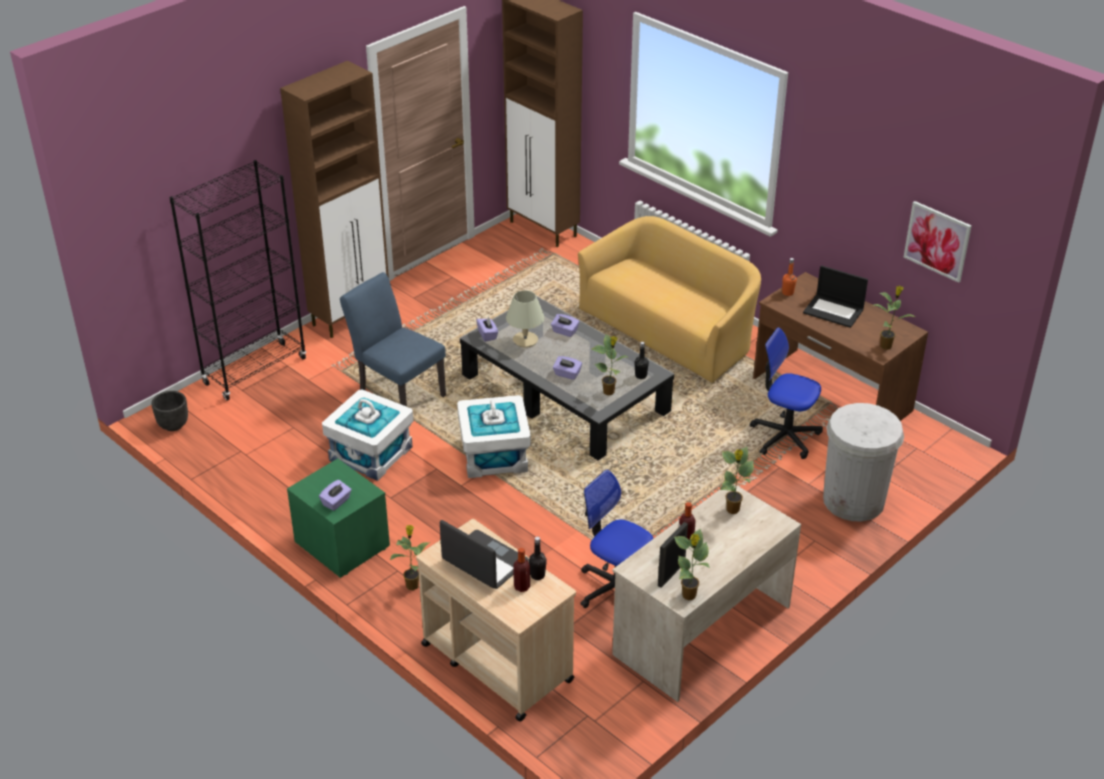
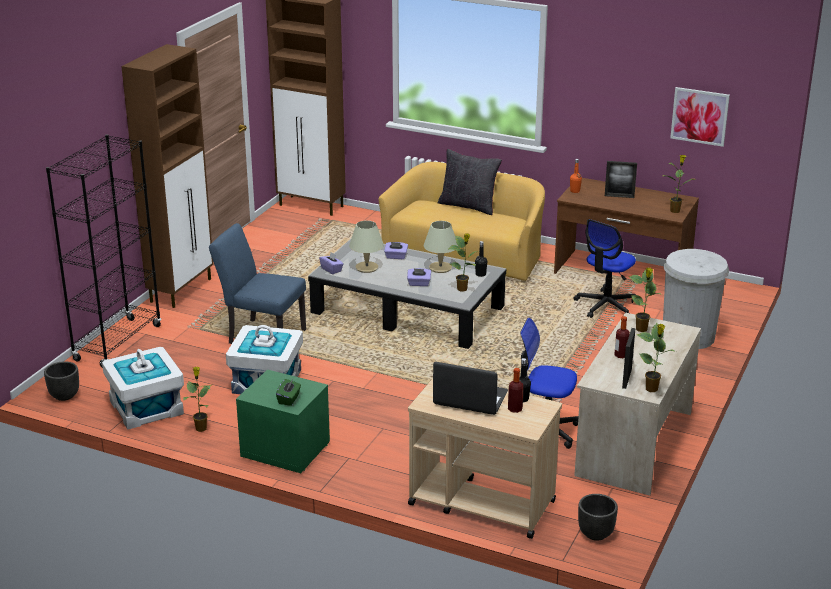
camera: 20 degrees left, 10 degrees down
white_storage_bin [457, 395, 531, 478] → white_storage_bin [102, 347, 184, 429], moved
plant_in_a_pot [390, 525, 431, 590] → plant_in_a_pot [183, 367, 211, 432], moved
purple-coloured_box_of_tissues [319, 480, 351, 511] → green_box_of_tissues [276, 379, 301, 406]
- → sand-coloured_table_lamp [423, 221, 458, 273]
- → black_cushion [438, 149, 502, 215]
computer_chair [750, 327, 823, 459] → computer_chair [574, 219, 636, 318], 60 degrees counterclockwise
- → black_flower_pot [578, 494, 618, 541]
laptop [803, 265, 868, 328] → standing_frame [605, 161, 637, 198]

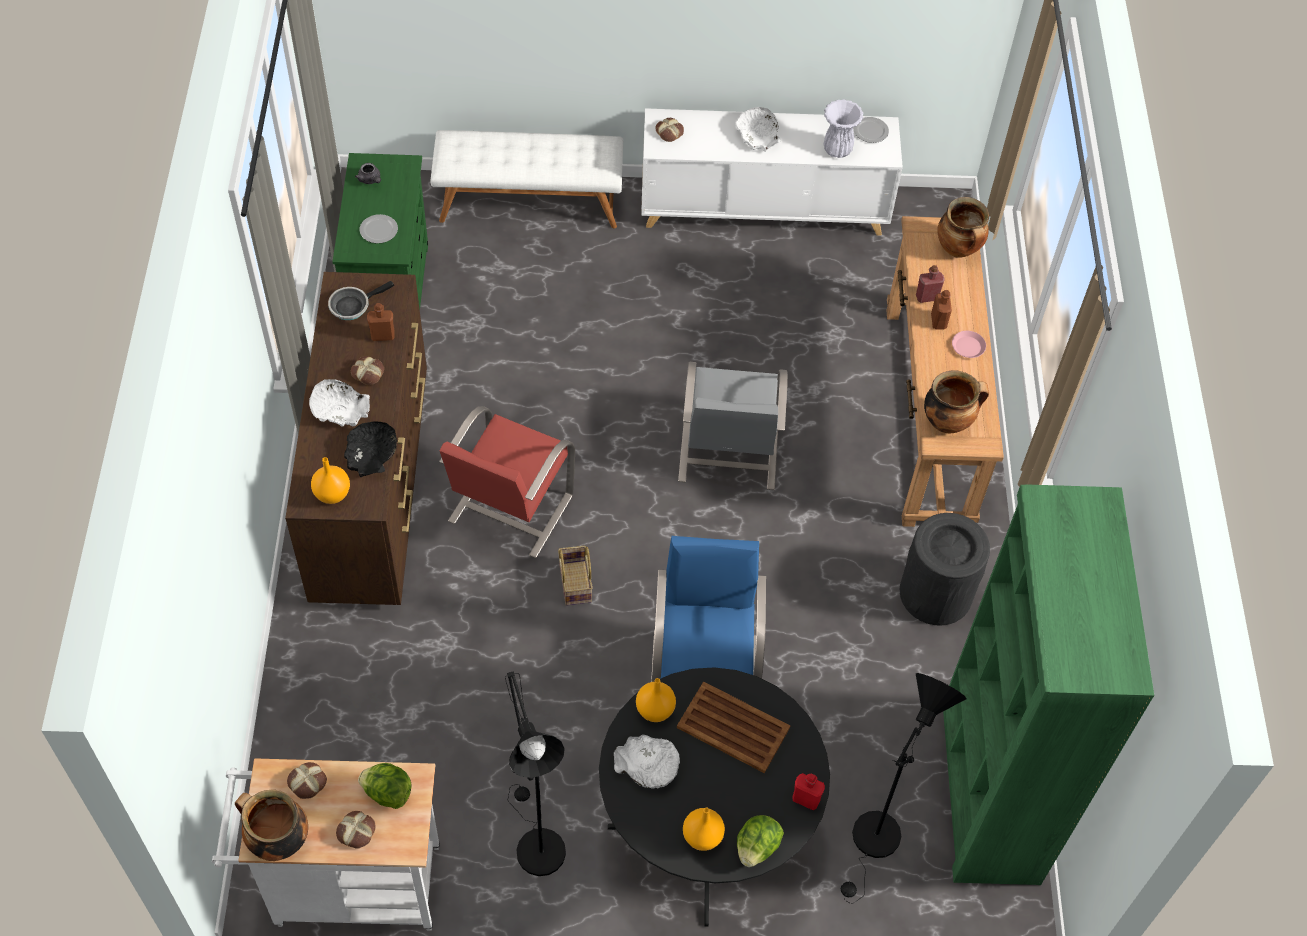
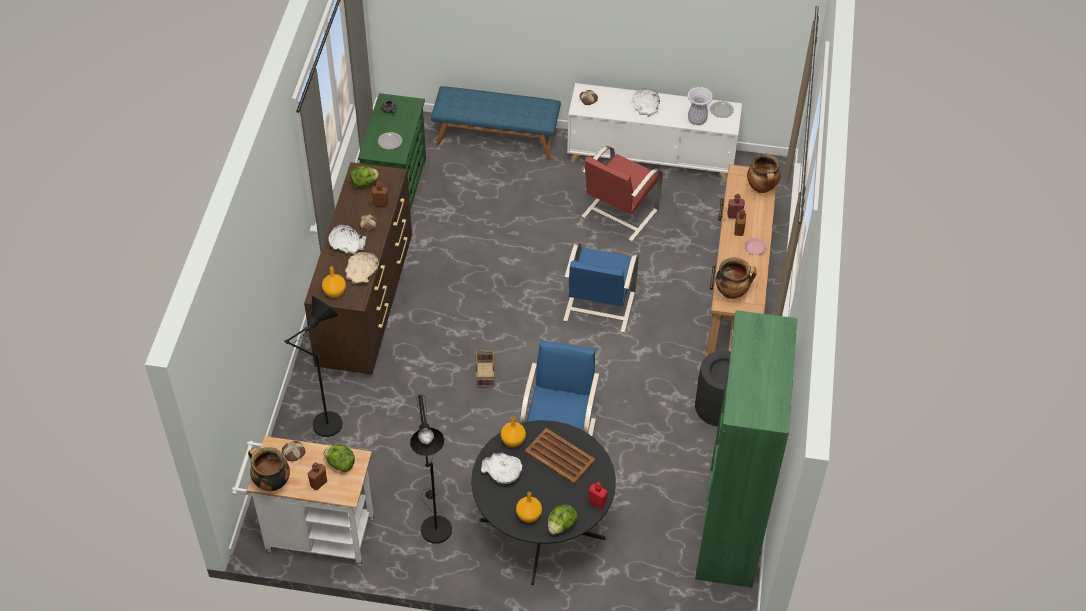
camera: 10 degrees right, 5 degrees down
black_standing_lamp [841, 673, 966, 904] → black_standing_lamp [285, 296, 343, 439], moved
baked_bread [336, 811, 376, 849] → brown_beverage_bottle [308, 462, 327, 490]
black_serving_bowl [344, 421, 397, 477] → sand-coloured_serving_bowl [345, 252, 379, 284]
frying_pan [328, 281, 394, 320] → lettuce_head [350, 166, 379, 188]
white_long_seat [430, 130, 623, 228] → bluish_long_seat [431, 86, 561, 160]
grey_chair [678, 362, 788, 490] → bluish_chair [563, 242, 639, 333]
red_chair [439, 406, 575, 558] → red_chair [581, 146, 663, 242], moved

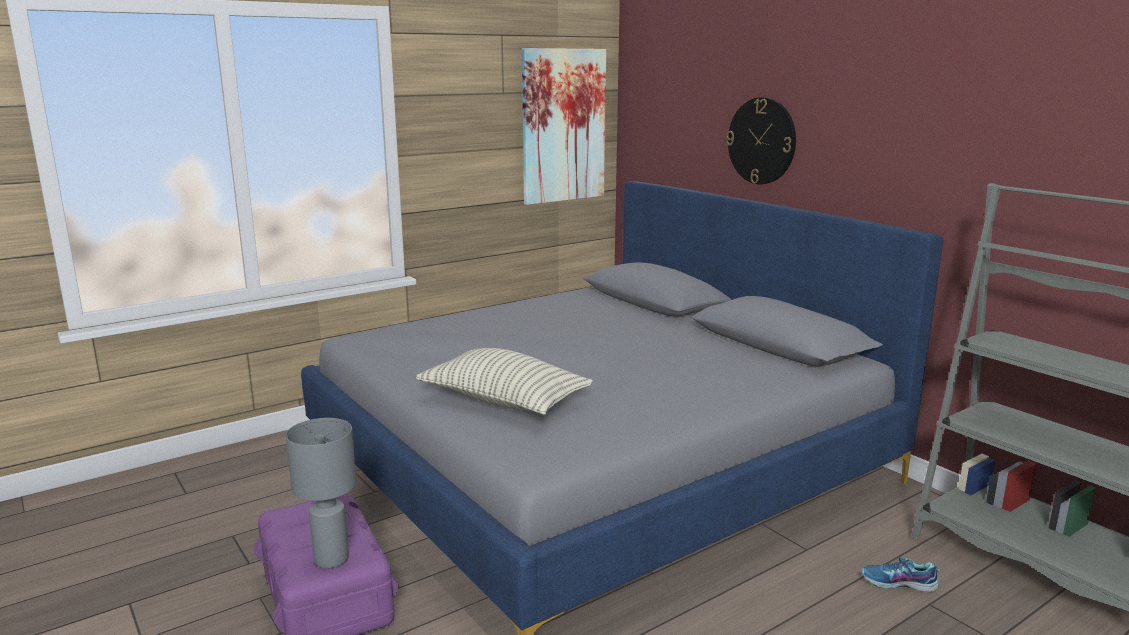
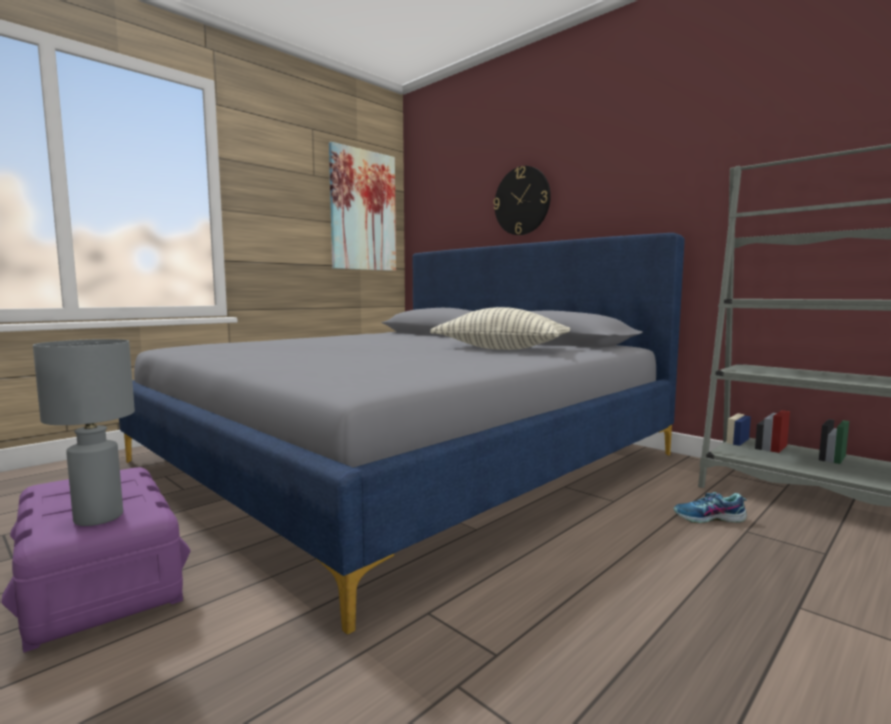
camera: 10 degrees left, 10 degrees down
cushion [416, 348, 593, 415] → cushion [430, 307, 570, 350], moved

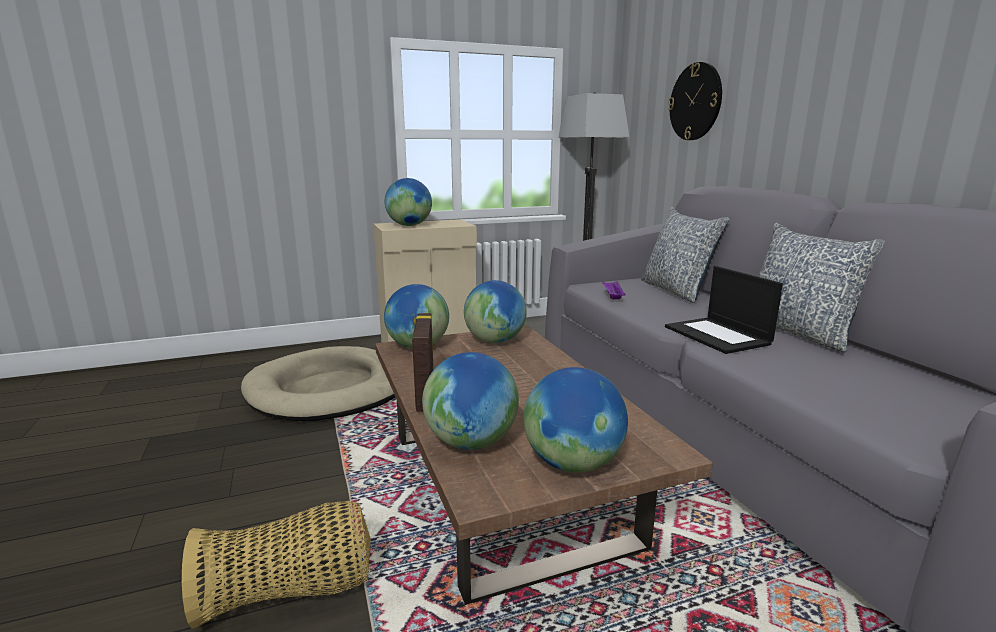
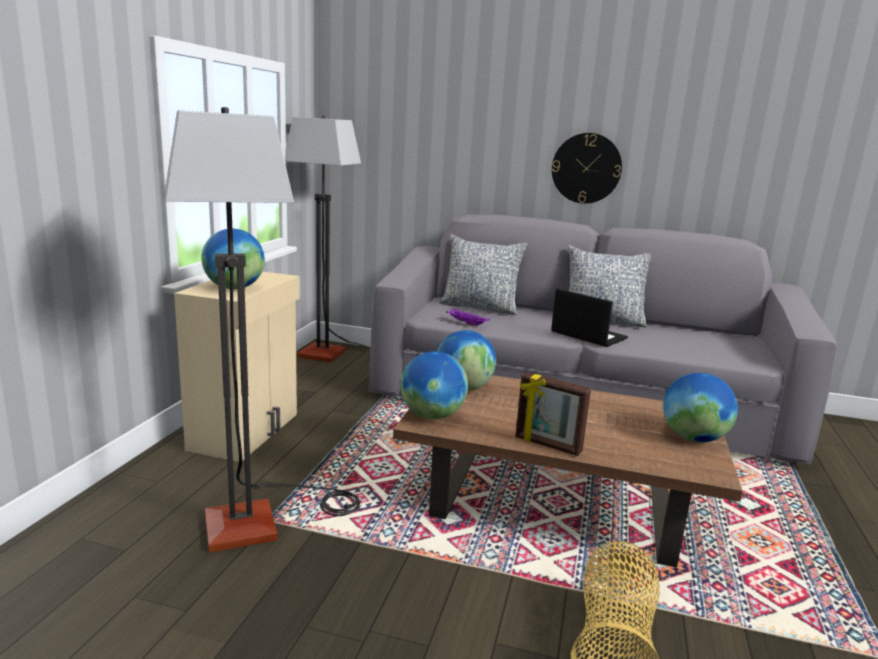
camera: 55 degrees left, 0 degrees up
sand-coloured_dog_cushion [241, 346, 395, 421] → standing_lamp [165, 107, 360, 553]
laptop [665, 266, 783, 354] → laptop [551, 288, 628, 347], 150 degrees counterclockwise
clock_on_the_wall [668, 62, 722, 140] → clock_on_the_wall [552, 133, 622, 204], moved
desk_globe [422, 352, 519, 450] → -

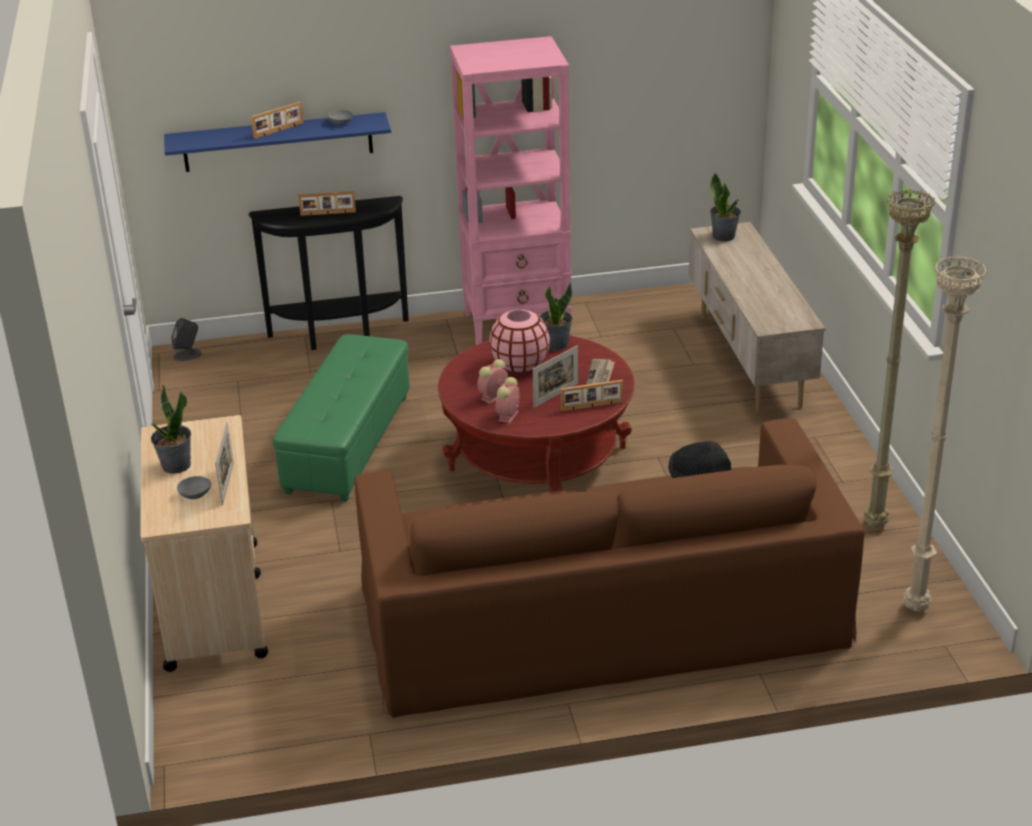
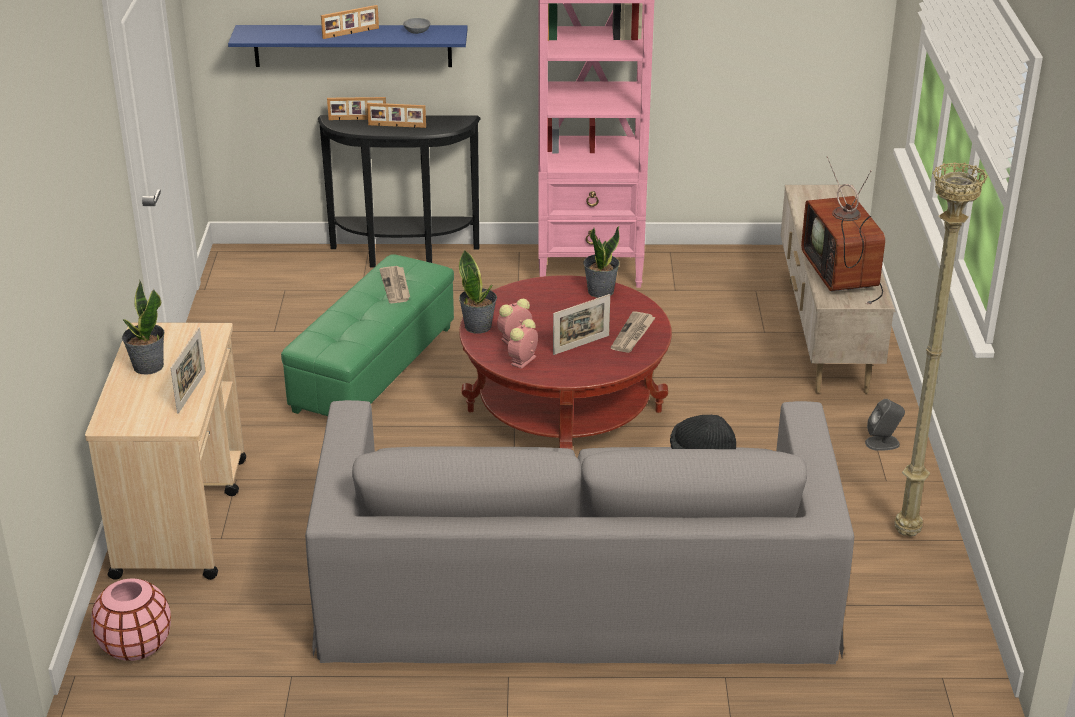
camera: 10 degrees right, 0 degrees up
pink-coloured_vase [489, 309, 550, 372] → pink-coloured_vase [91, 578, 171, 661], moved
brown_sofa [354, 418, 865, 718] → grey_sofa [305, 400, 854, 664]
standing_frame [561, 380, 623, 411] → standing_frame [327, 97, 386, 121], moved
- → daily_paper [379, 266, 410, 303]
plant_in_a_pot [710, 172, 741, 241] → plant_in_a_pot [459, 249, 497, 334], moved
- → TV [801, 156, 885, 305]
grey_loudspeaker [171, 318, 201, 361] → grey_loudspeaker [865, 399, 905, 451], moved
grey_serving_bowl [177, 476, 211, 499] → -
sand-coloured_standing_lamp [904, 255, 987, 612] → -

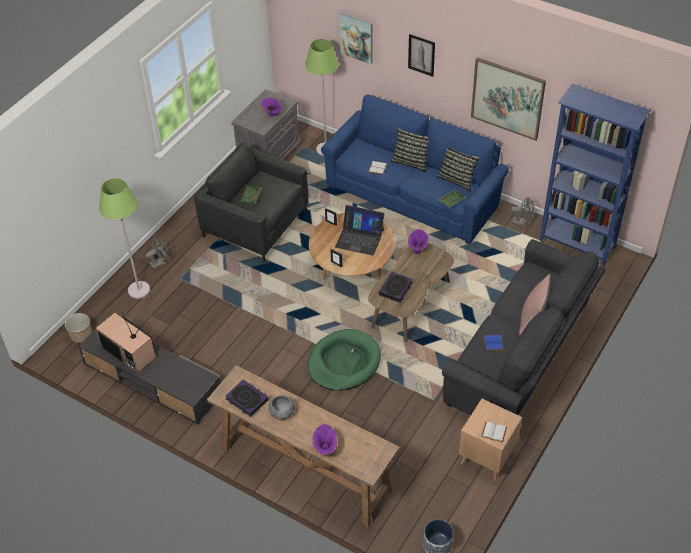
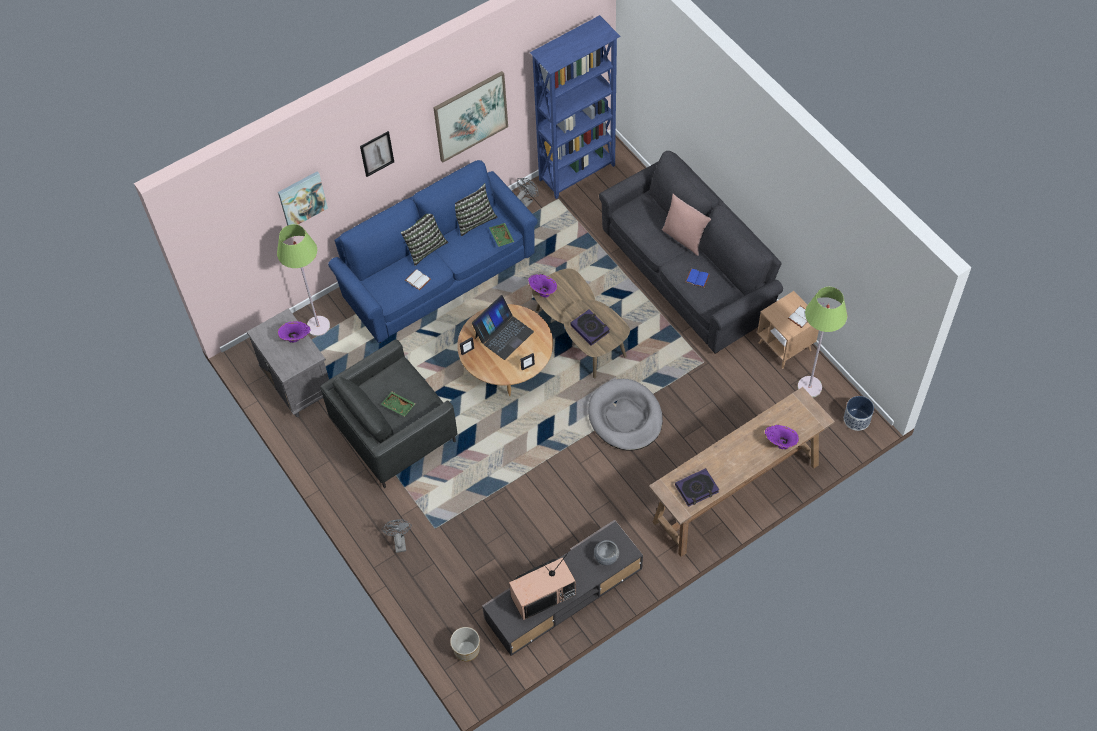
camera: 65 degrees left, 10 degrees up
green_dog_cushion [308, 329, 381, 391] → grey_dog_cushion [588, 379, 663, 451]
grey_serving_bowl [269, 395, 294, 420] → grey_serving_bowl [594, 540, 619, 565], moved
green_standing_lamp [99, 178, 150, 299] → green_standing_lamp [797, 287, 847, 398], moved

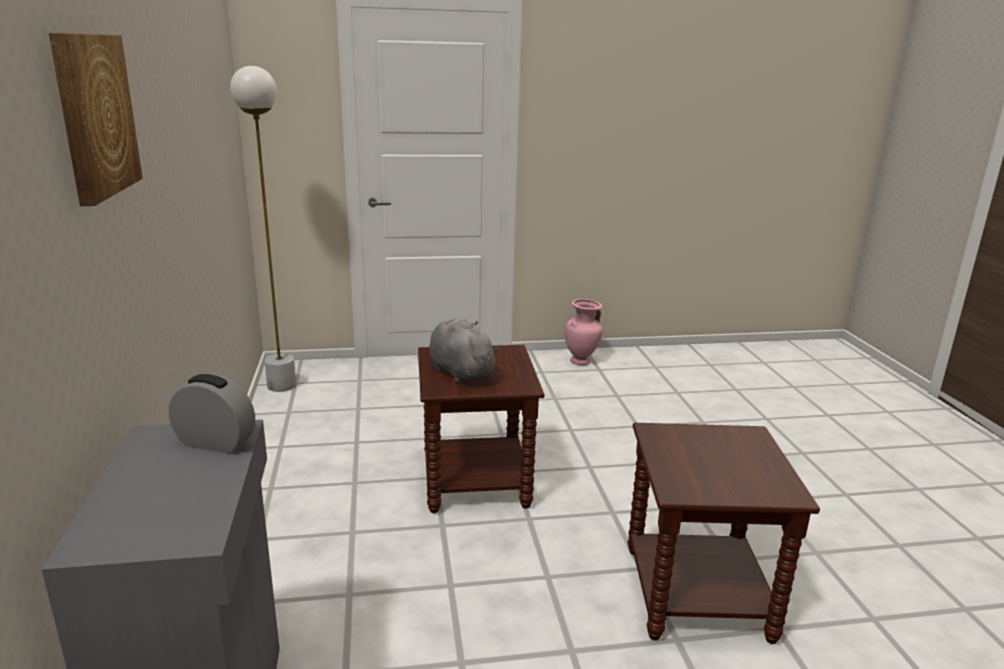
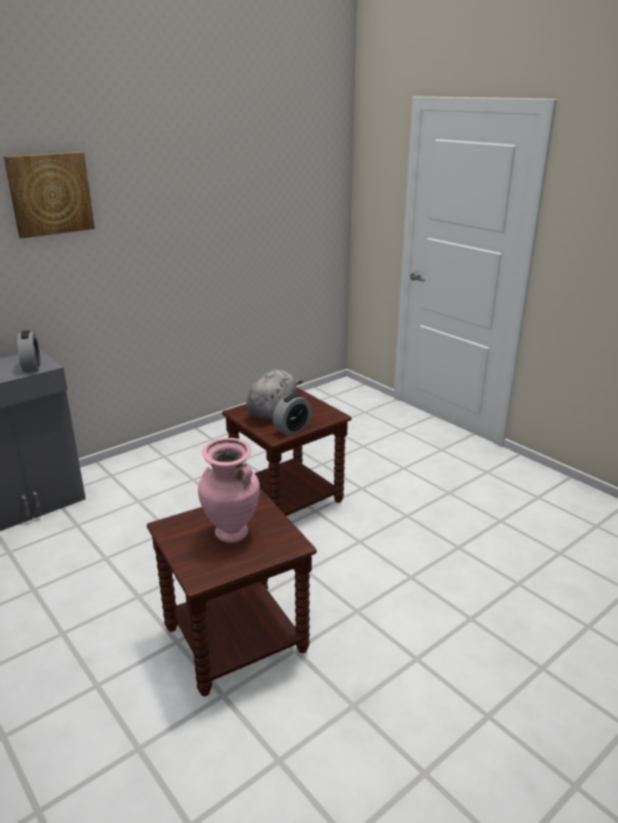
camera: 60 degrees right, 5 degrees up
pink-coloured_vase [565, 299, 603, 365] → pink-coloured_vase [198, 438, 260, 543], moved
- → alarm_clock [273, 393, 312, 436]
white_standing_lamp [230, 66, 296, 392] → -

